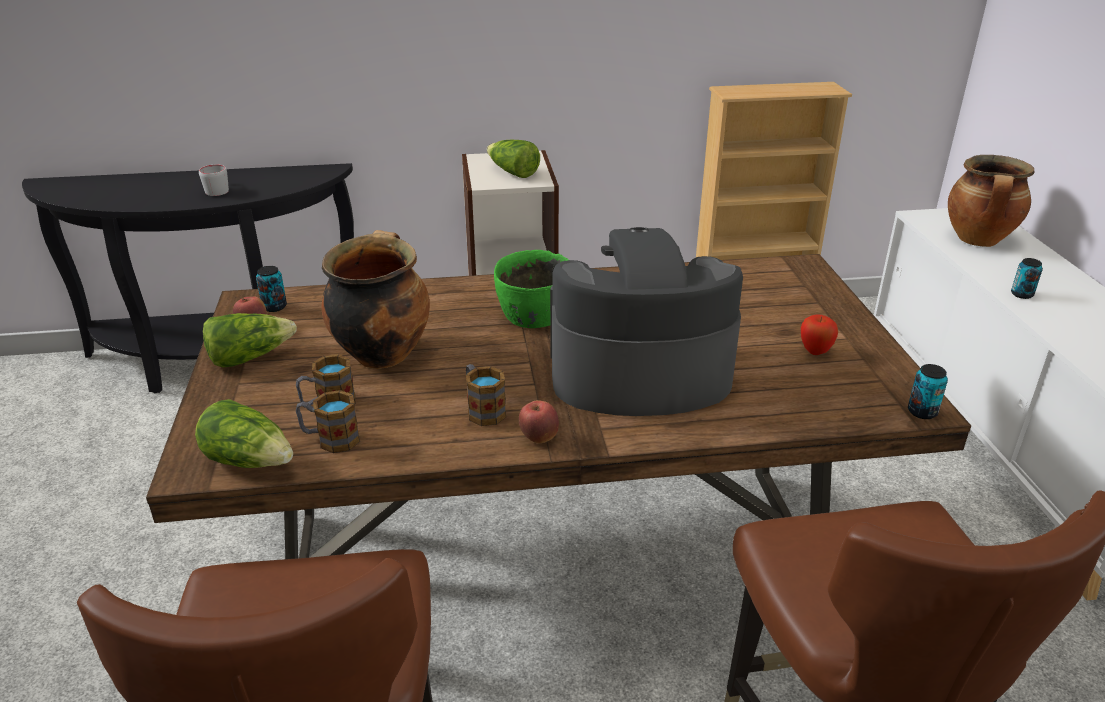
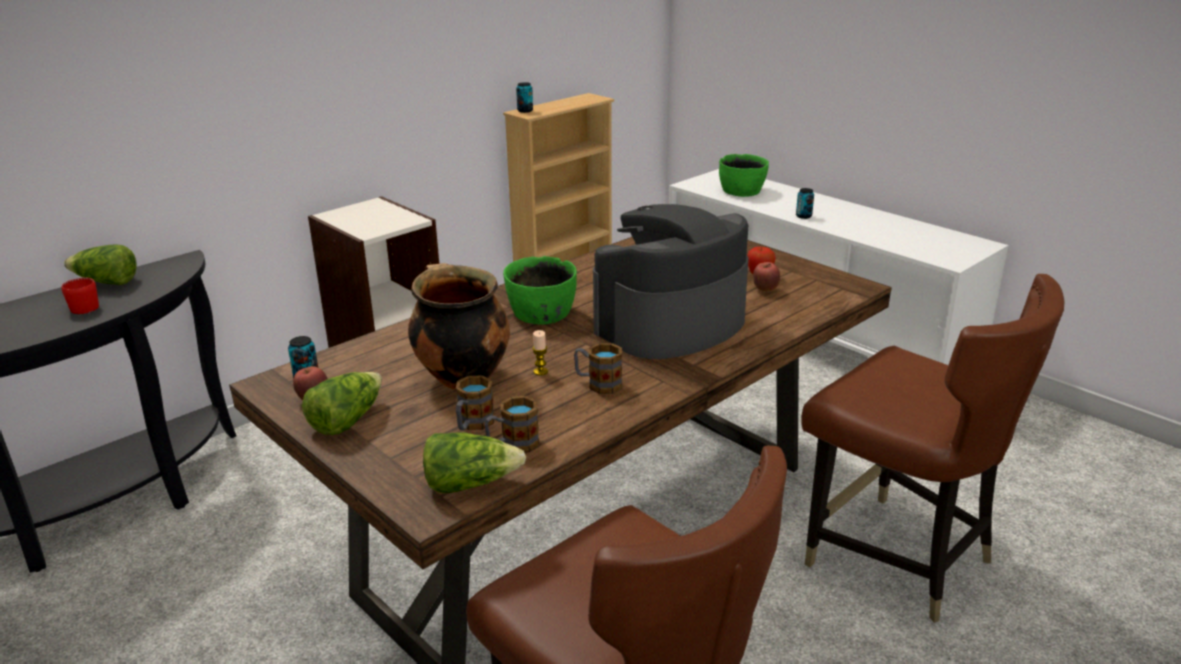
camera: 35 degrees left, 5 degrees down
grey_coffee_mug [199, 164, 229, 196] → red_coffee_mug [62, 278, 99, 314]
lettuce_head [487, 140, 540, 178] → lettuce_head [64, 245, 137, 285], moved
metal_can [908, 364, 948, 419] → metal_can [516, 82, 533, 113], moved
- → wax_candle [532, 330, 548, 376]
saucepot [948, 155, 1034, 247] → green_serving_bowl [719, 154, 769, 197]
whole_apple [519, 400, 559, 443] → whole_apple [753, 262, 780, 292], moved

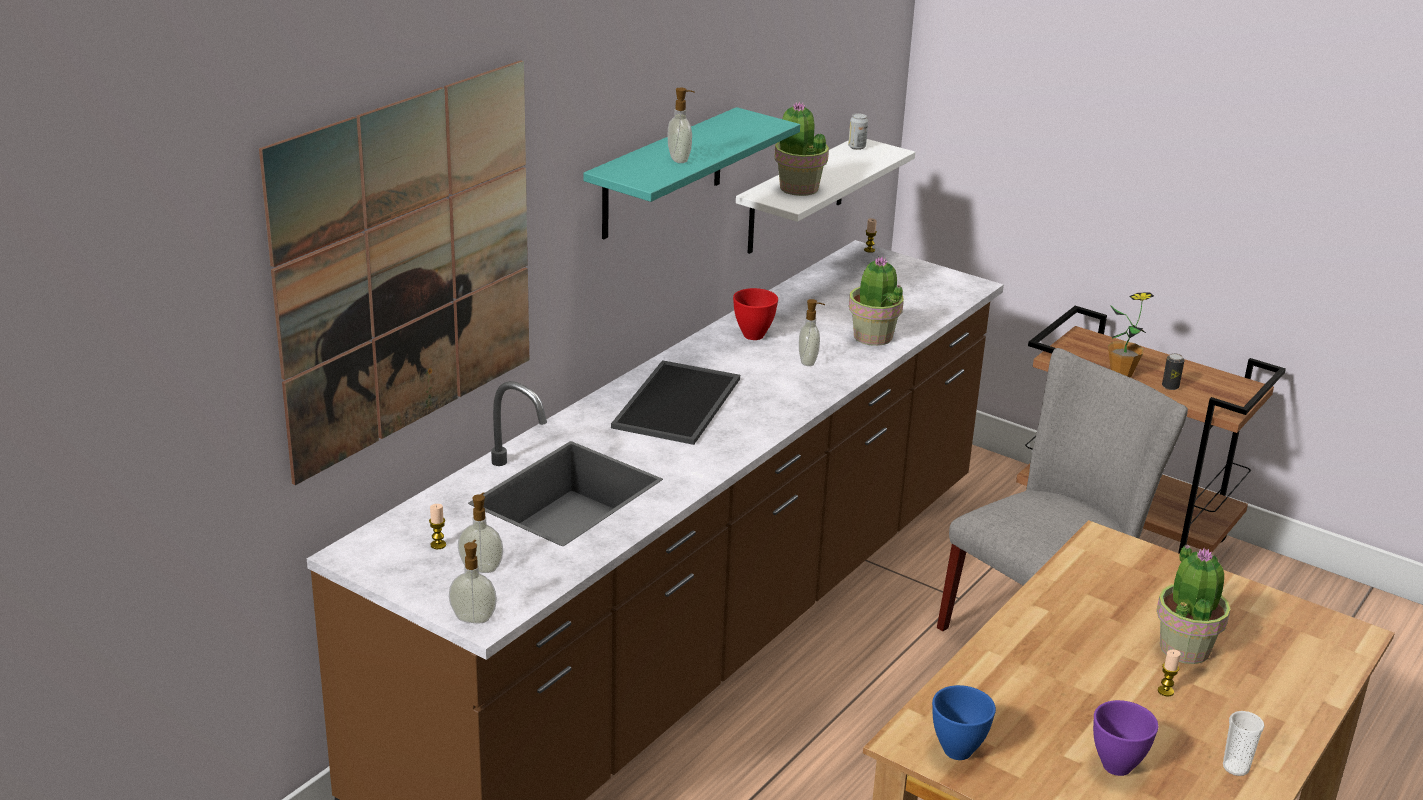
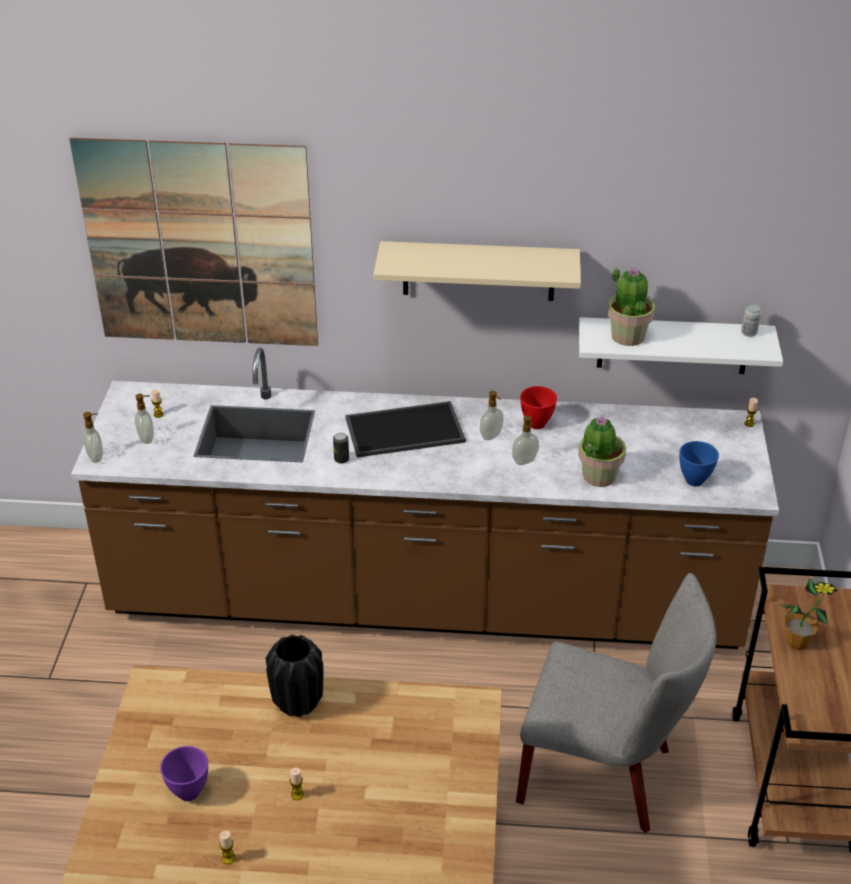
camera: 60 degrees right, 10 degrees up
cup [1223, 711, 1265, 776] → wax_candle [219, 830, 235, 864]
- → black_vase [266, 634, 324, 717]
metal_can [1162, 353, 1185, 390] → metal_can [333, 433, 349, 464], moved
blue-green_bracket_shelf [583, 107, 800, 239] → sand-coloured_bracket_shelf [373, 241, 581, 301]
soap_bottle [668, 88, 695, 163] → soap_bottle [480, 391, 504, 440], moved
bluish_serving_bowl [932, 685, 996, 760] → bluish_serving_bowl [679, 441, 719, 486], moved
plant_in_a_pot [1157, 544, 1231, 664] → -

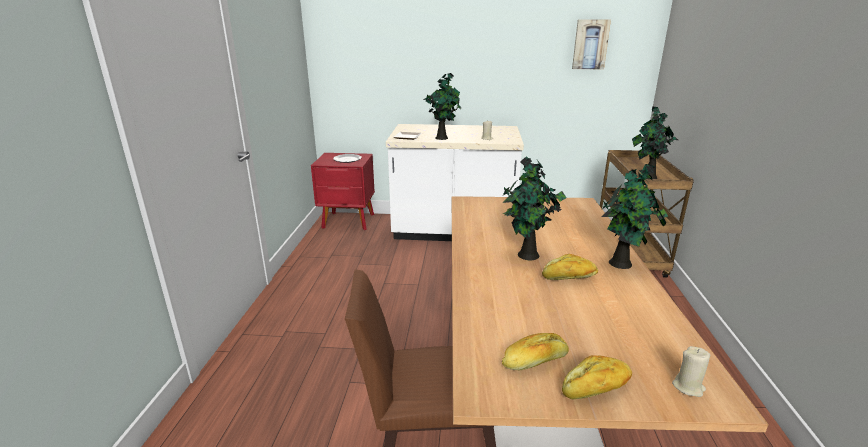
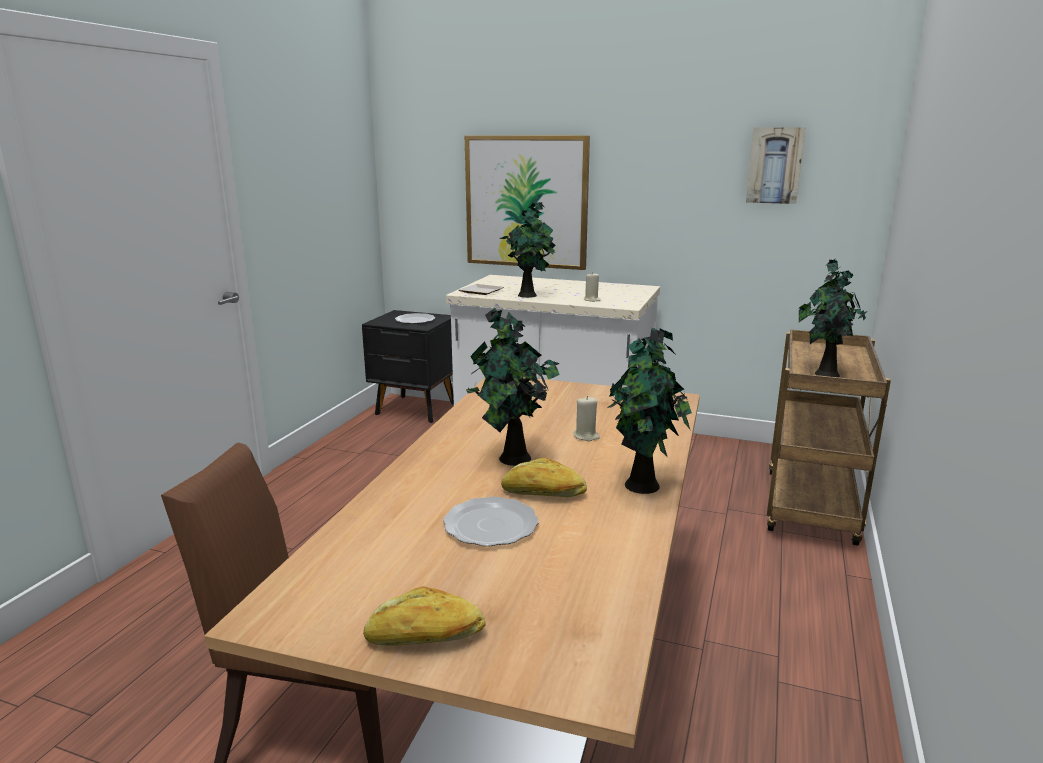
camera: 15 degrees right, 5 degrees down
red_bedside_table [311, 153, 375, 230] → black_bedside_table [362, 310, 454, 423]
- → flat_dish [443, 497, 539, 546]
- → wall_art [465, 135, 590, 270]
sand-coloured_wax_candle [672, 346, 710, 397] → sand-coloured_wax_candle [574, 396, 600, 441], moved
baked_bread [502, 333, 569, 370] → -

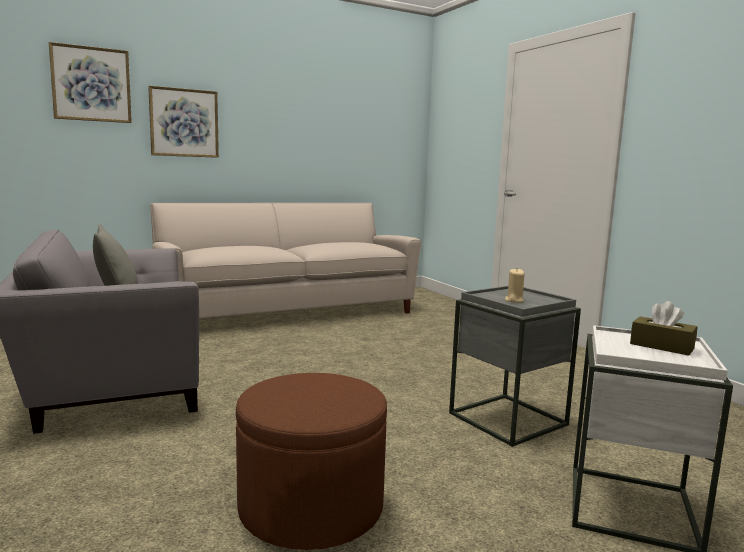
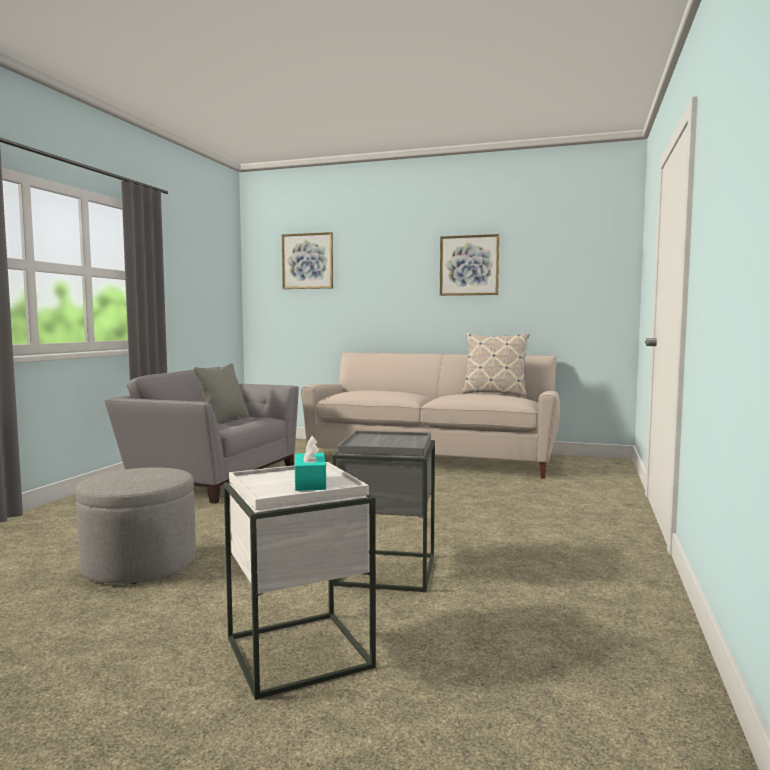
camera: 45 degrees right, 5 degrees down
brown_pouffe [236, 373, 387, 550] → grey_pouffe [76, 468, 196, 584]
brown_box_of_tissues [630, 301, 697, 356] → blue-green_box_of_tissues [295, 436, 326, 491]
wall_art [148, 86, 219, 158] → wall_art [440, 234, 499, 296], moved
- → cushion [461, 333, 529, 396]
sand-coloured_wax_candle [505, 269, 525, 303] → -

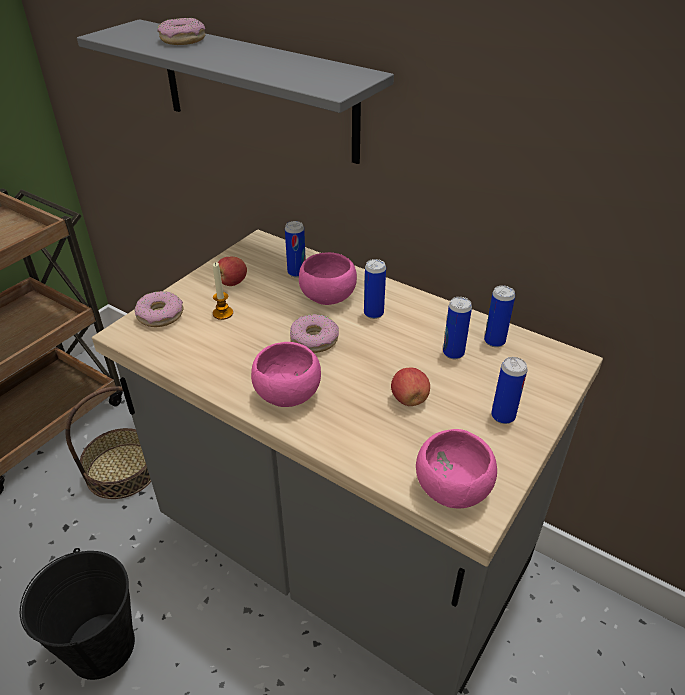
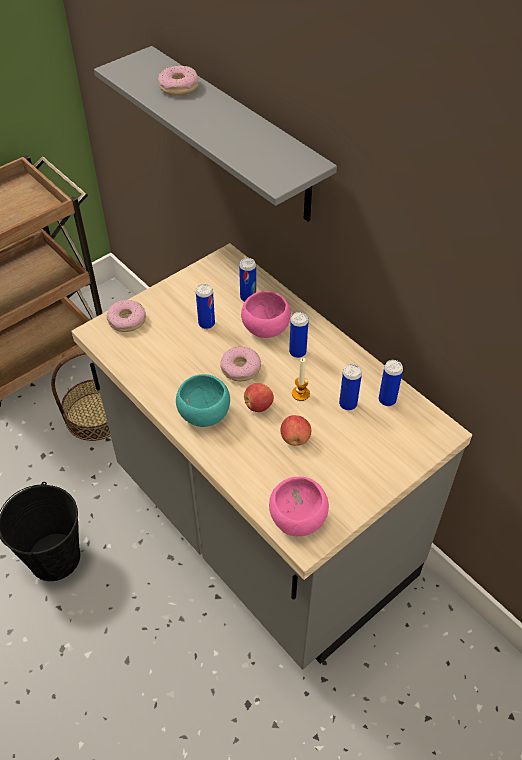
camera: 15 degrees right, 10 degrees up
pink-coloured_serving_bowl [251, 342, 321, 407] → blue-green_serving_bowl [176, 374, 230, 427]
metal_can [491, 357, 527, 424] → metal_can [196, 284, 215, 329], moved
whole_apple [218, 257, 247, 286] → whole_apple [244, 383, 274, 412], moved
wax_candle [213, 262, 233, 320] → wax_candle [292, 358, 310, 401], moved

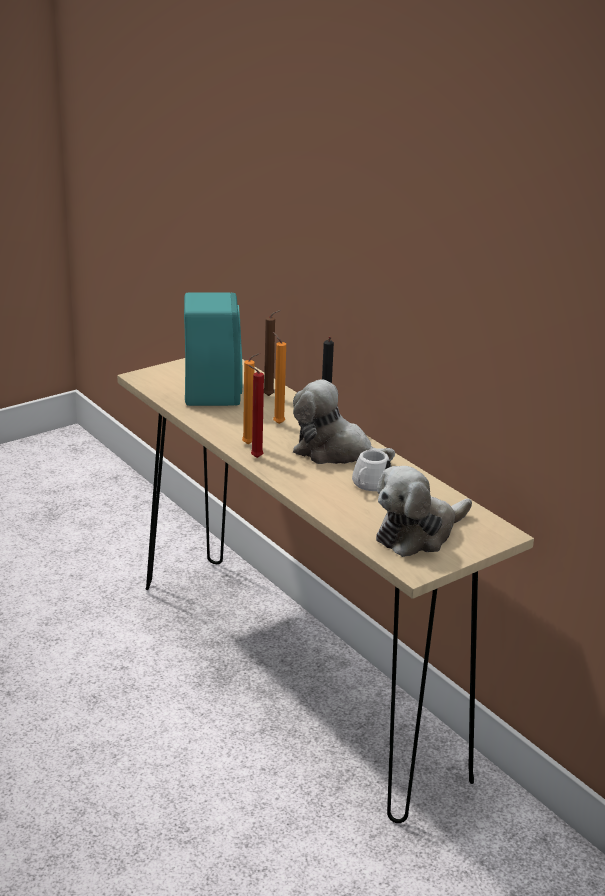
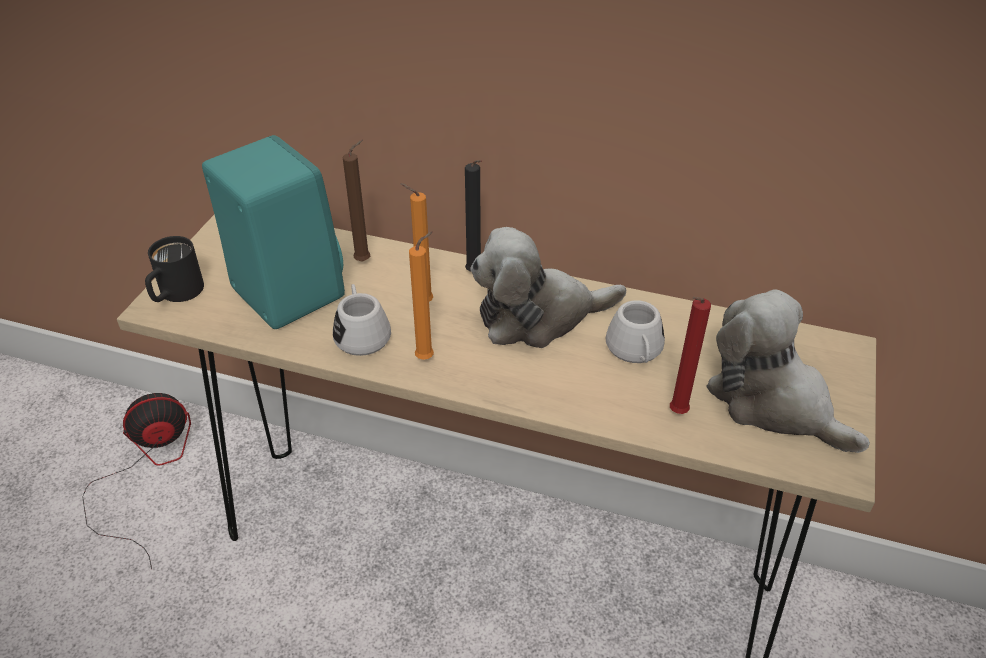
camera: 35 degrees left, 15 degrees up
- → cooling_fan [82, 393, 191, 569]
- → black_coffee_mug [145, 236, 204, 302]
- → white_coffee_mug [333, 284, 391, 356]
red_wax_candle [248, 365, 264, 458] → red_wax_candle [670, 297, 711, 414], moved
plush_toy [376, 466, 472, 557] → plush_toy [706, 289, 870, 453], 120 degrees clockwise

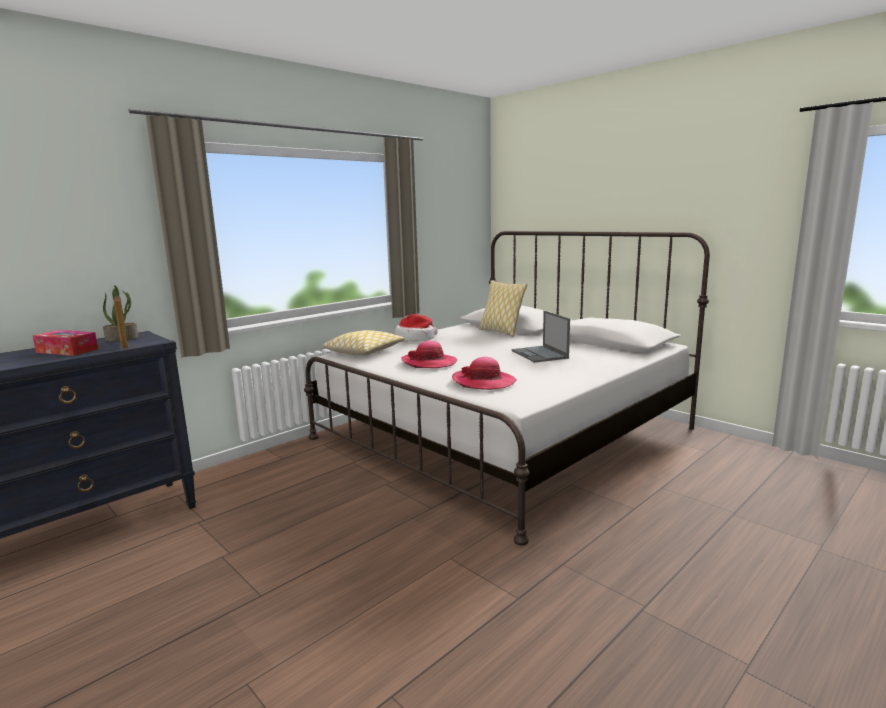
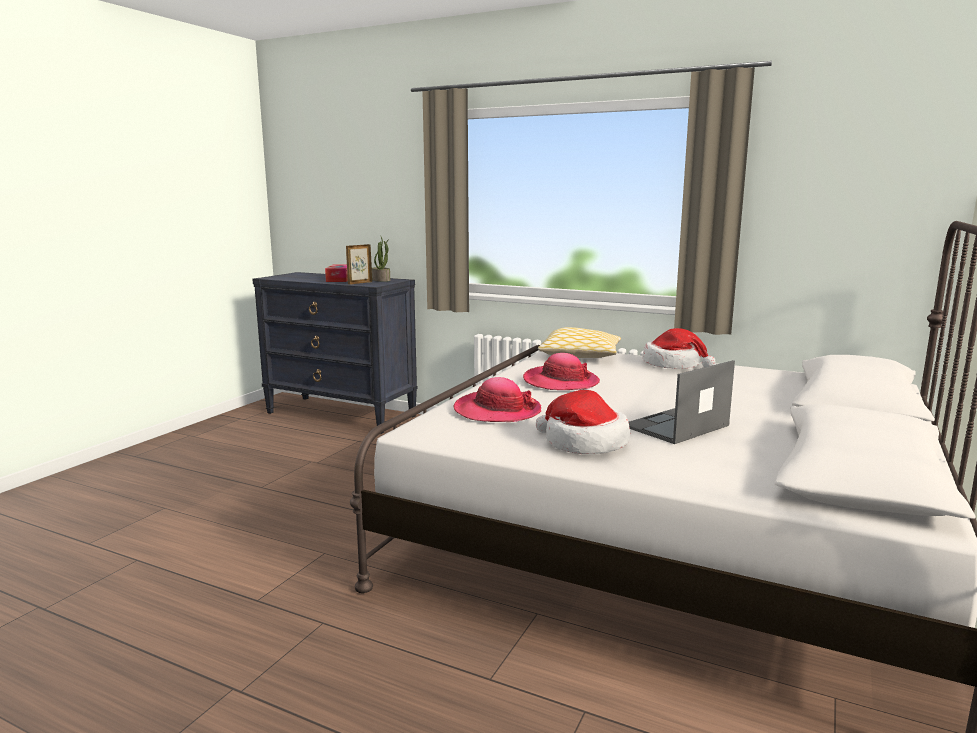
camera: 70 degrees right, 0 degrees up
- → hat [536, 390, 630, 454]
cushion [479, 280, 527, 337] → -

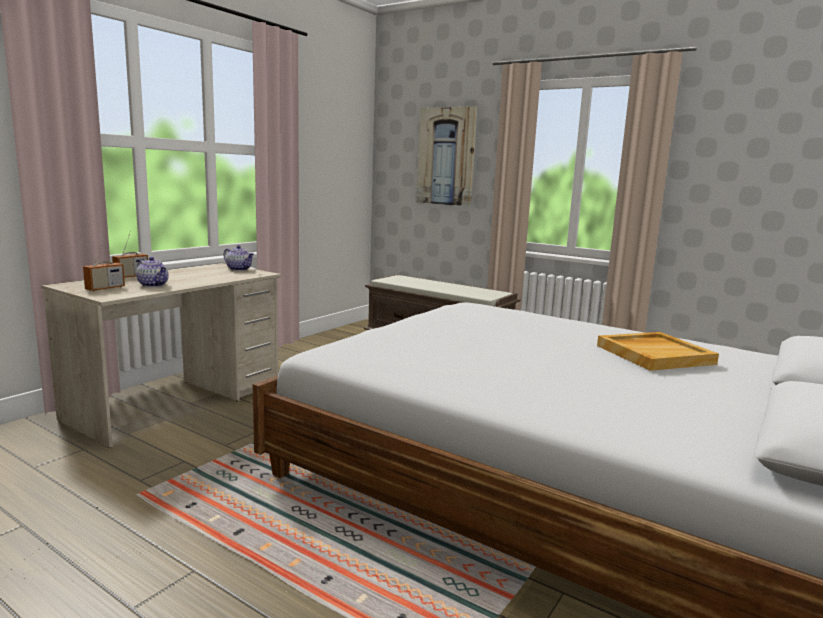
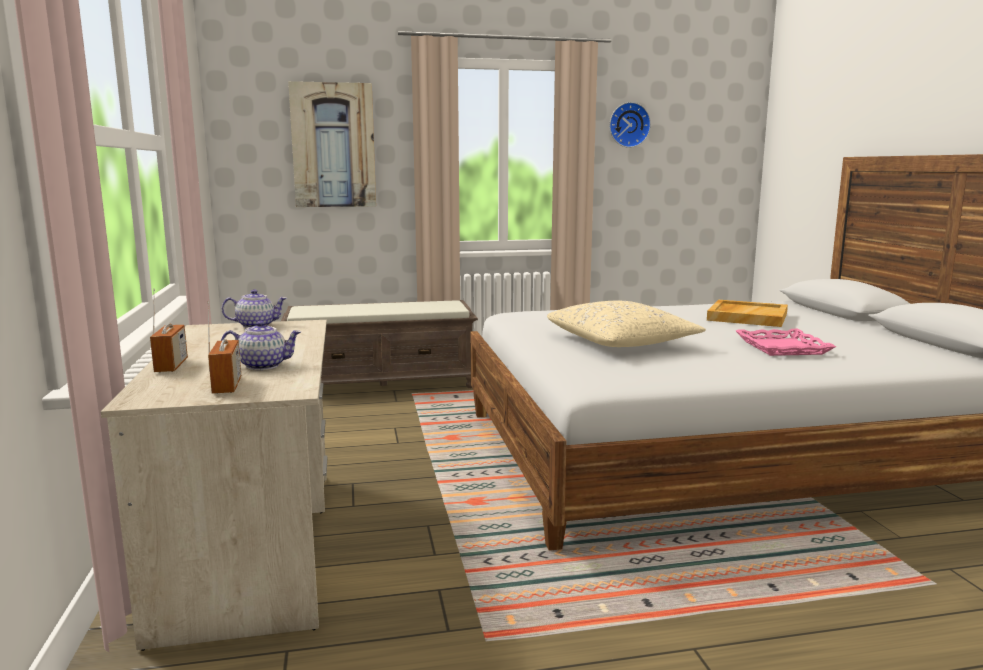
camera: 45 degrees left, 0 degrees up
- → sand-coloured_cushion [547, 300, 706, 347]
- → clock_on_the_wall [609, 102, 651, 148]
- → pink-coloured_carrying_tray [736, 329, 836, 356]

